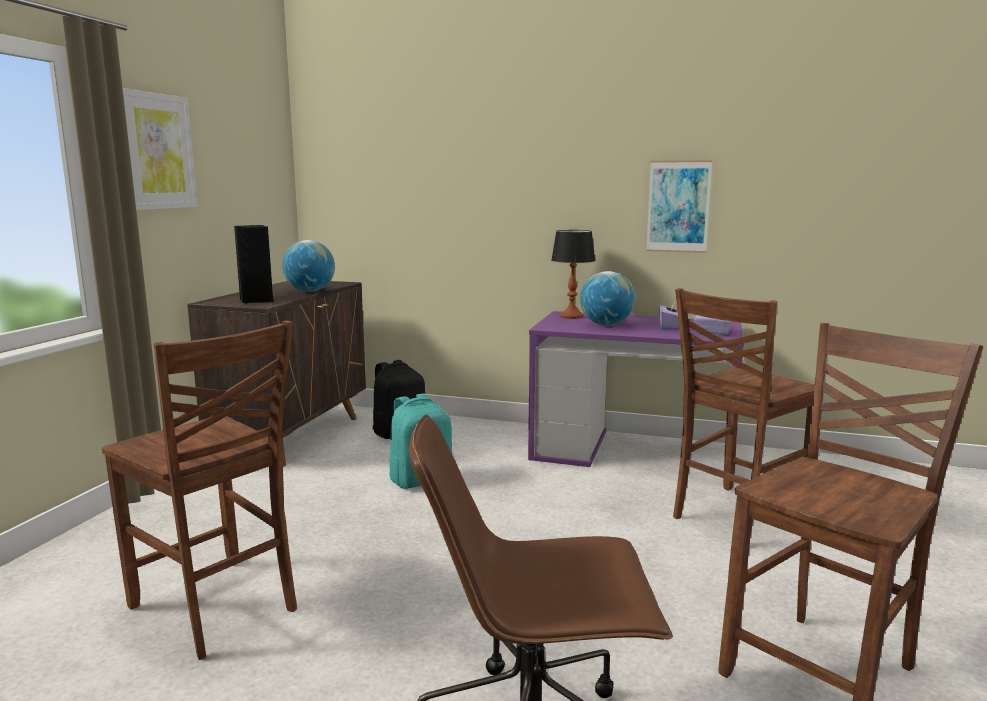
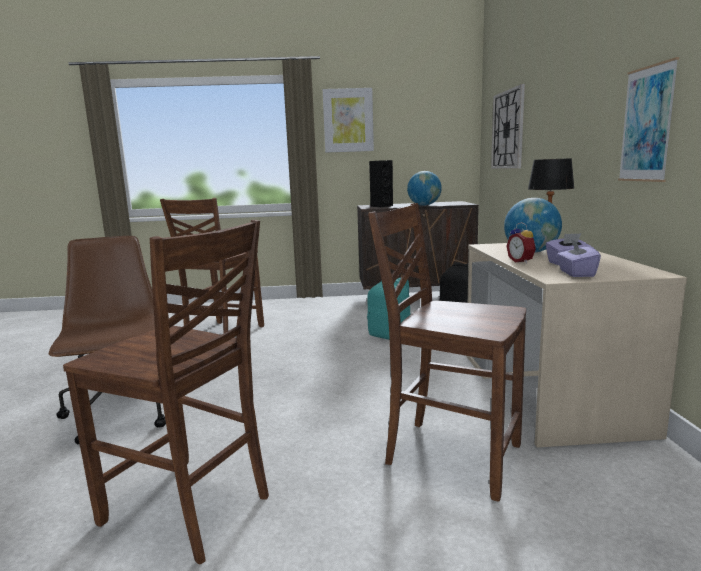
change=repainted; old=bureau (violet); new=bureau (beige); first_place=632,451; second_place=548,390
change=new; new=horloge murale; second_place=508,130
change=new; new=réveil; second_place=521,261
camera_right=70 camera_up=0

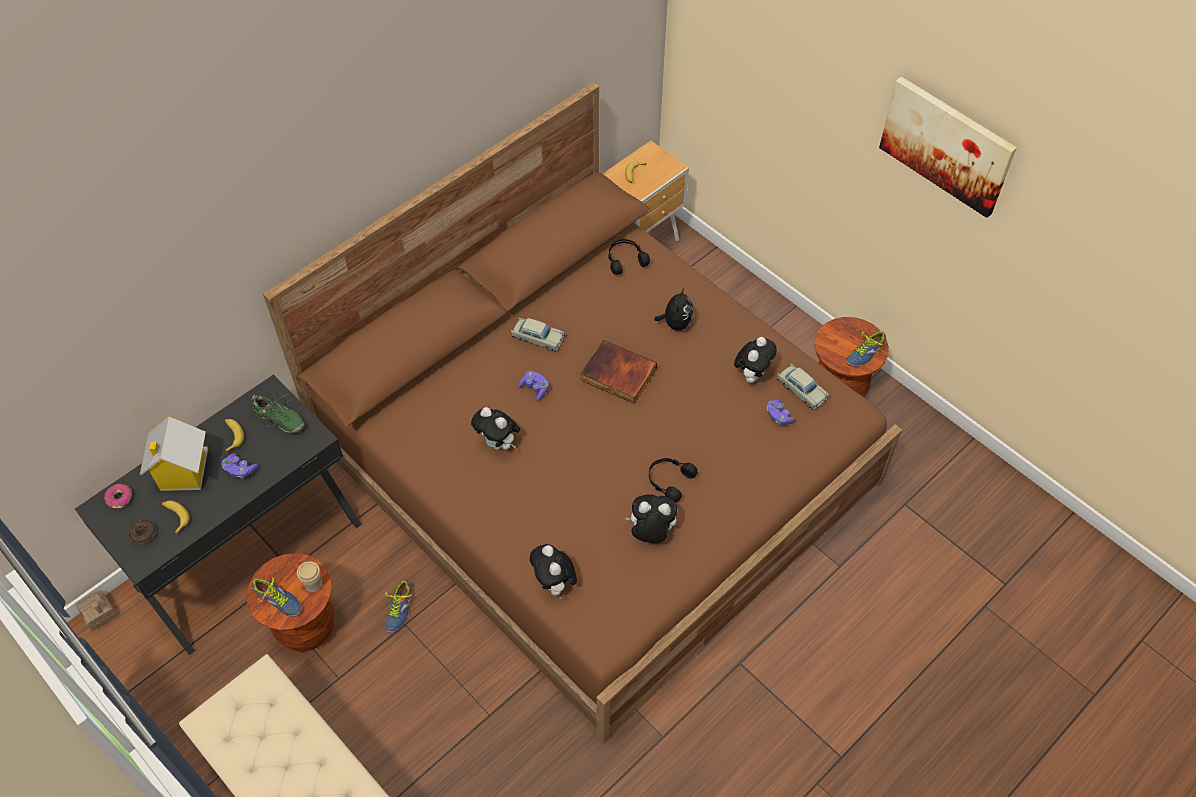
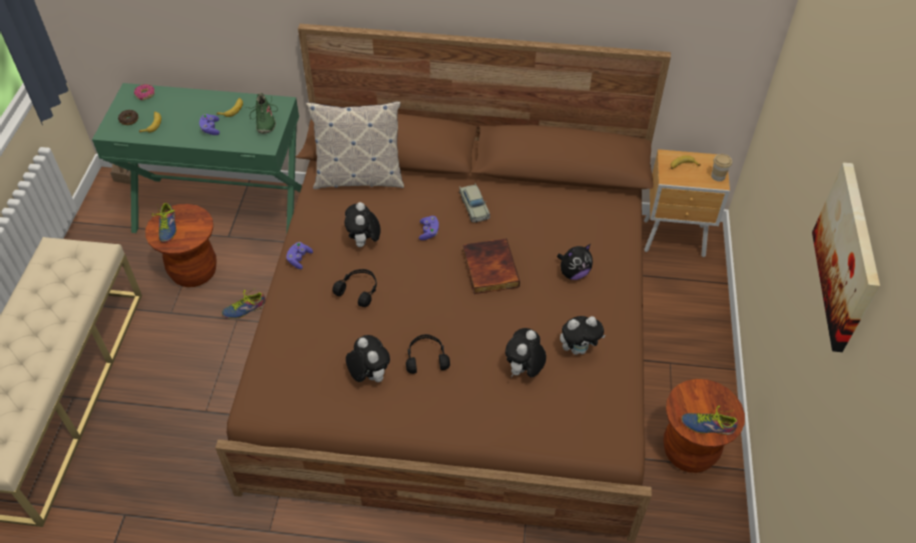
change=repainted; old=bureau (noir); new=bureau (vert); first_place=248,553; second_place=222,210
change=shifted; old=manette (violet); first_place=779,416; second_place=299,259
change=new; new=coussin; second_place=359,178
change=shifted; old=casque audio (noir); first_place=625,260; second_place=359,290
change=shifted; old=peluche; first_place=554,584; second_place=523,370
change=shifted; old=tasse; first_place=313,584; second_place=718,176
change=gone; old=maison miniature; first_place=183,472
change=gone; old=petite voiture (beige); first_place=801,390
camera_right=50 camera_up=-5

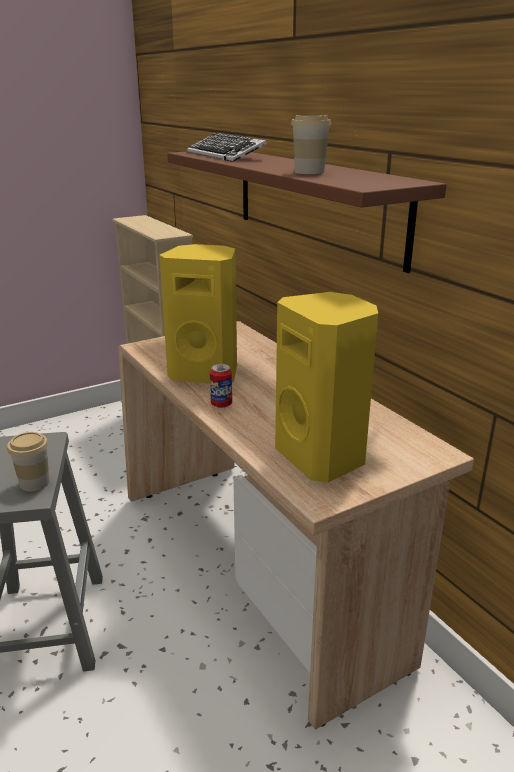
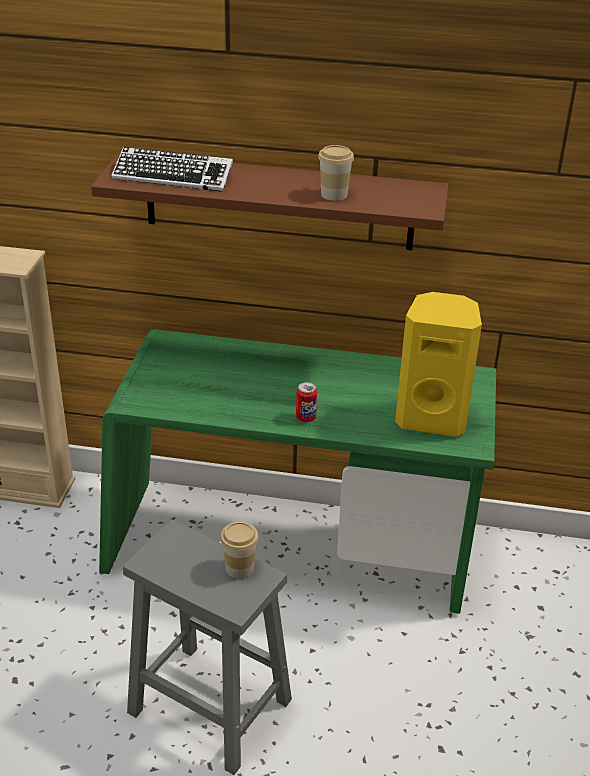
change=repainted; old=bureau (beige); new=bureau (vert); first_place=257,570; second_place=290,552
change=gone; old=enceinte (jaune); first_place=206,373
camera_right=-50 camera_up=10

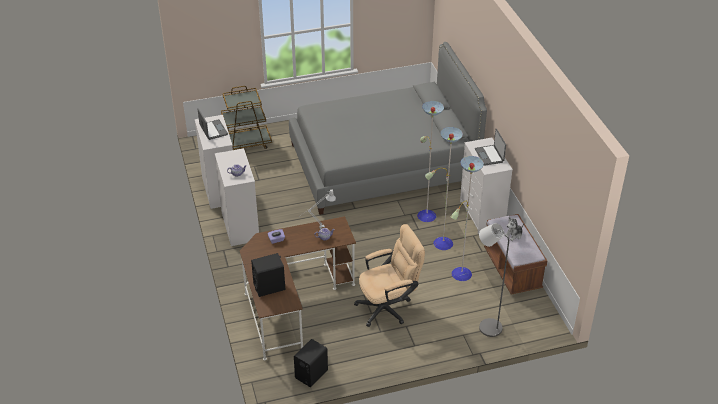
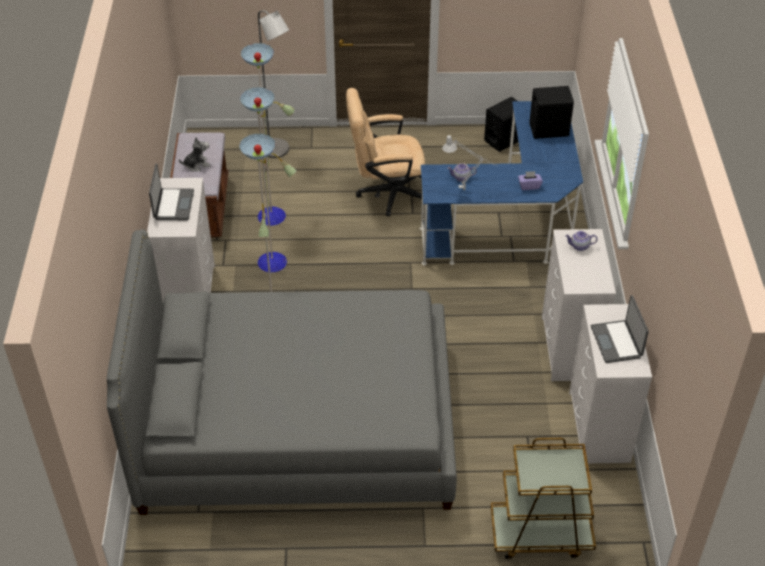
change=repainted; old=bureau (marron); new=bureau (bleu); first_place=291,301; second_place=511,223
camera_right=-165 camera_up=5

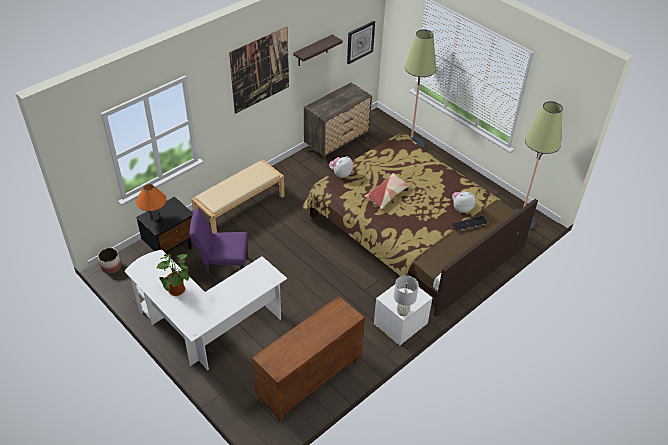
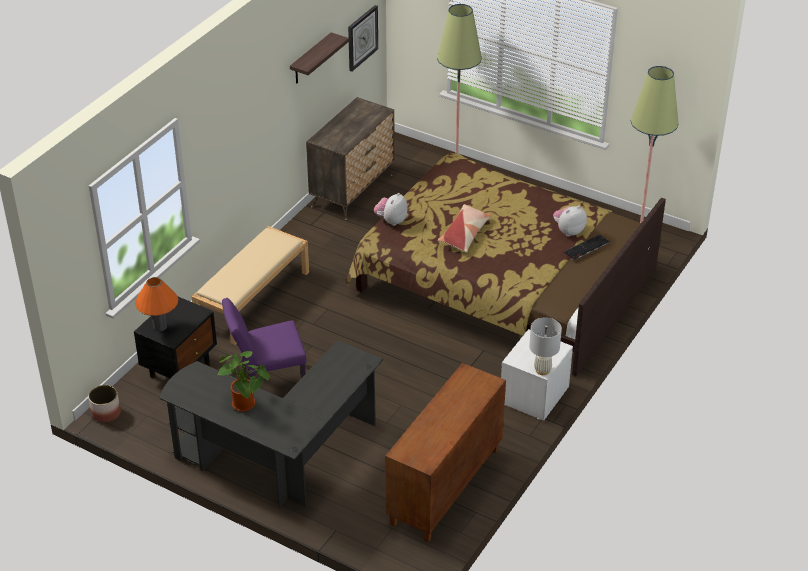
change=repainted; old=bureau (blanc); new=bureau (noir); first_place=205,328; second_place=277,458
change=gone; old=tableau; first_place=260,70
camera_right=-15 camera_up=-5

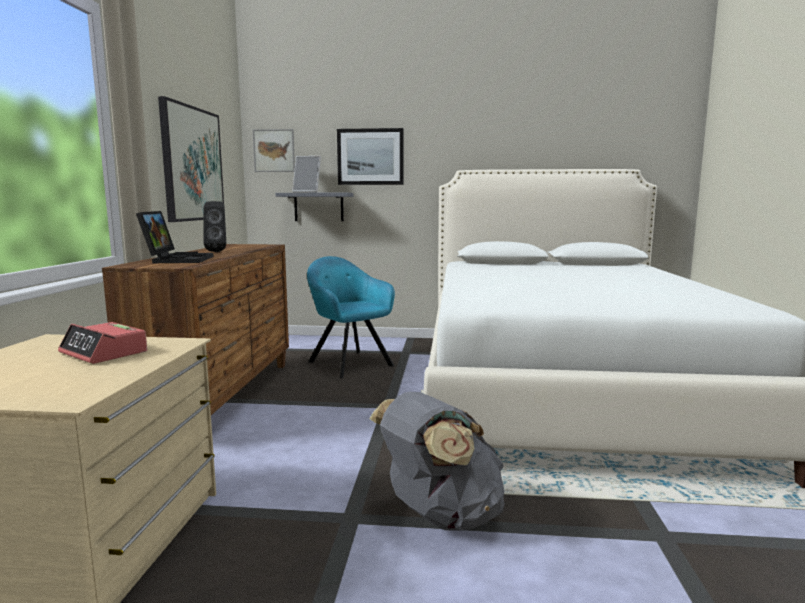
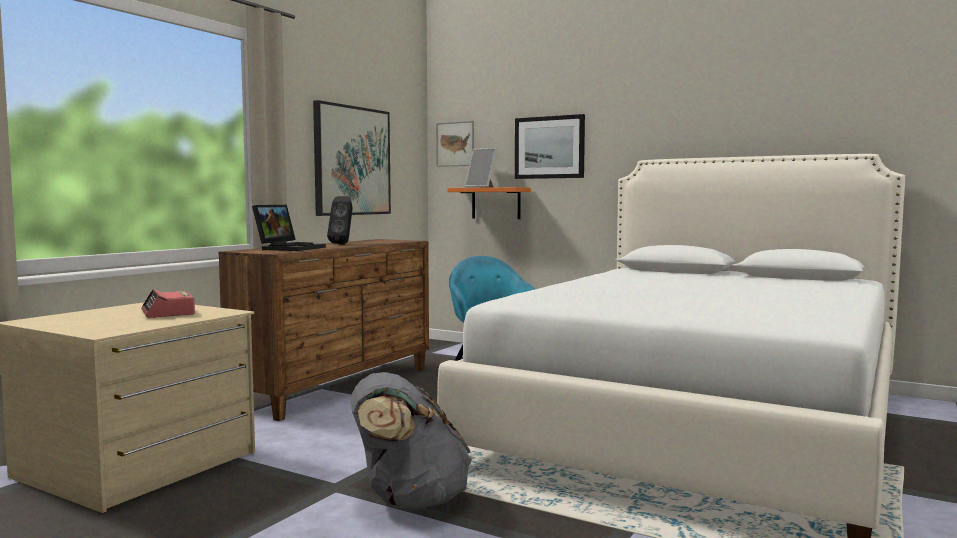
change=repainted; old=étagère (gris); new=étagère (orange); first_place=318,207; second_place=496,203
camera_right=25 camera_up=-5

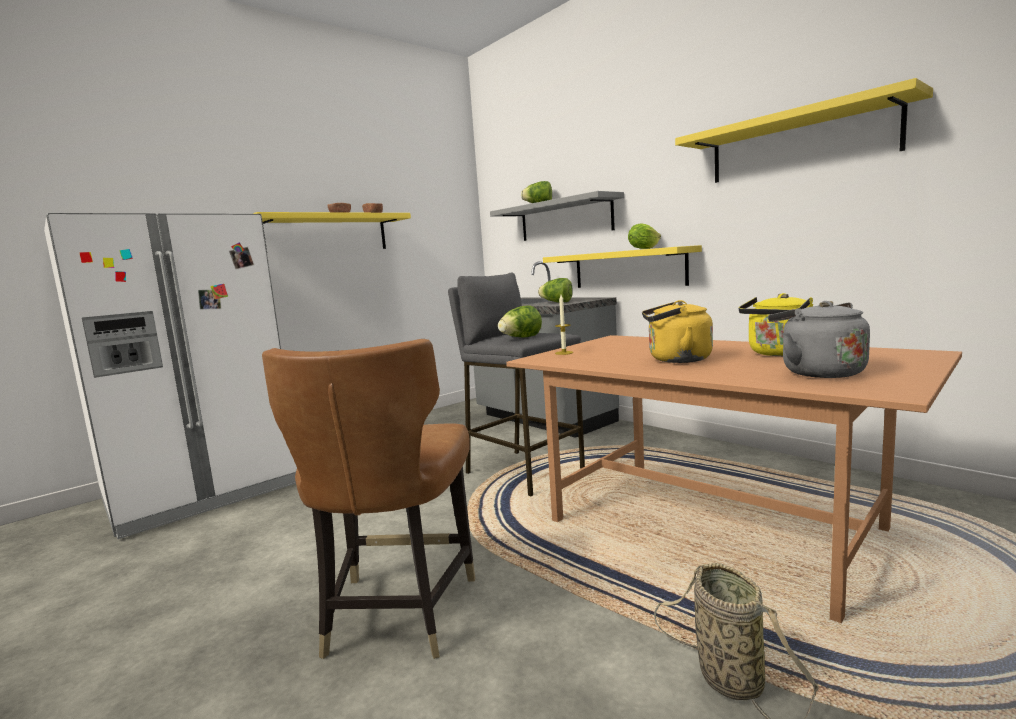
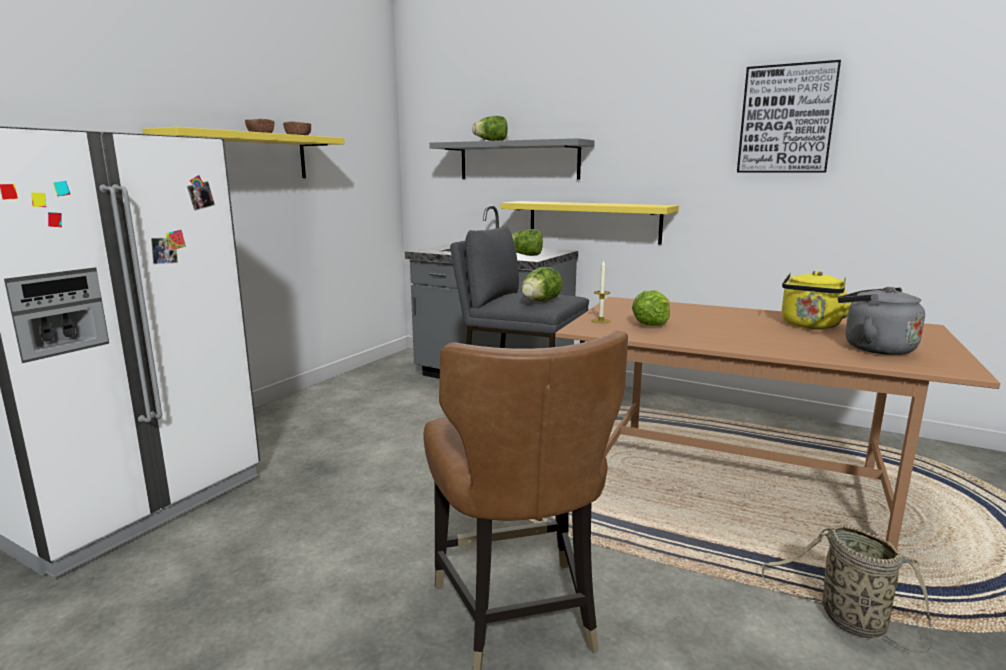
change=shifted; old=laitue; first_place=643,249; second_place=651,324
change=swapped; old=étagère (jaune); new=tableau; first_place=799,144; second_place=786,119
change=gone; old=bouilloire (jaune); first_place=675,360
camera_right=-20 camera_up=5

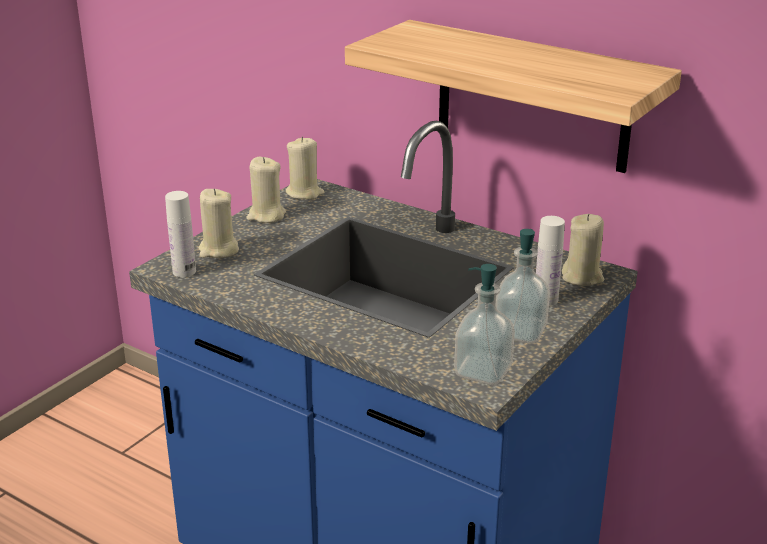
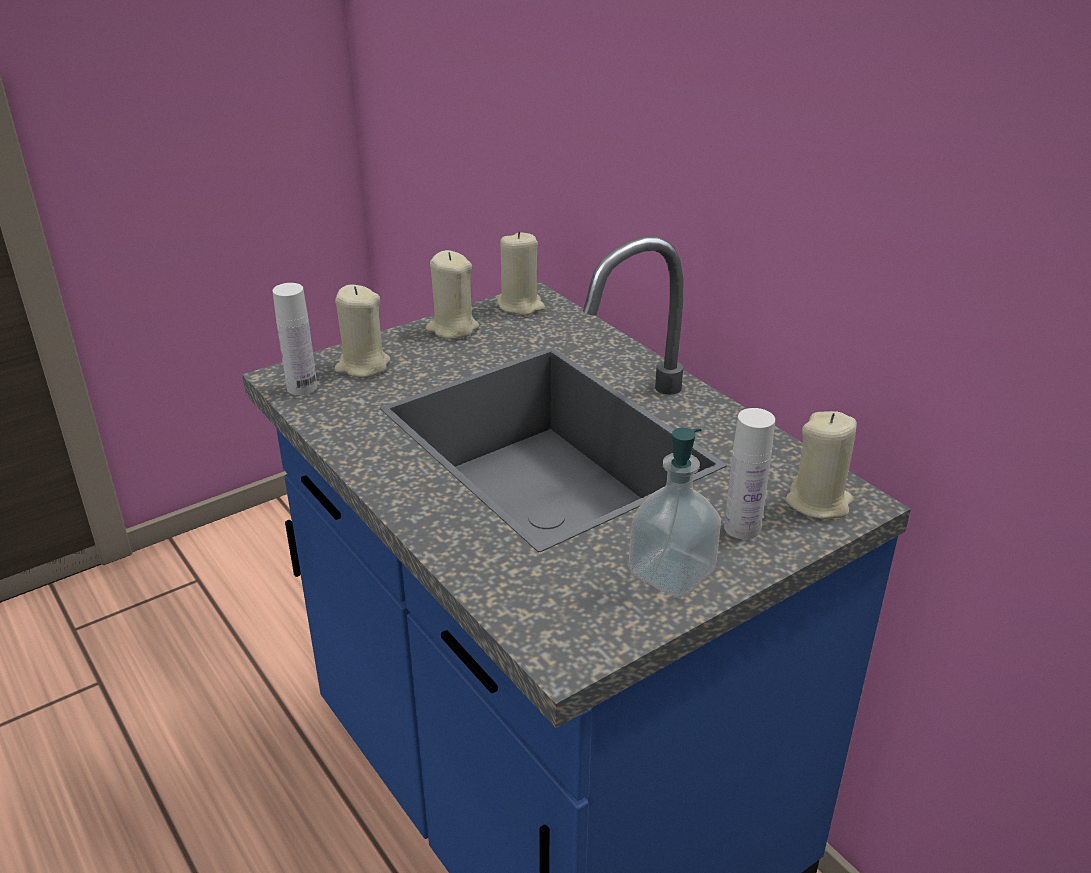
change=gone; old=étagère; first_place=532,96
change=gone; old=distributeur de savon; first_place=483,372
camera_right=20 camera_up=5

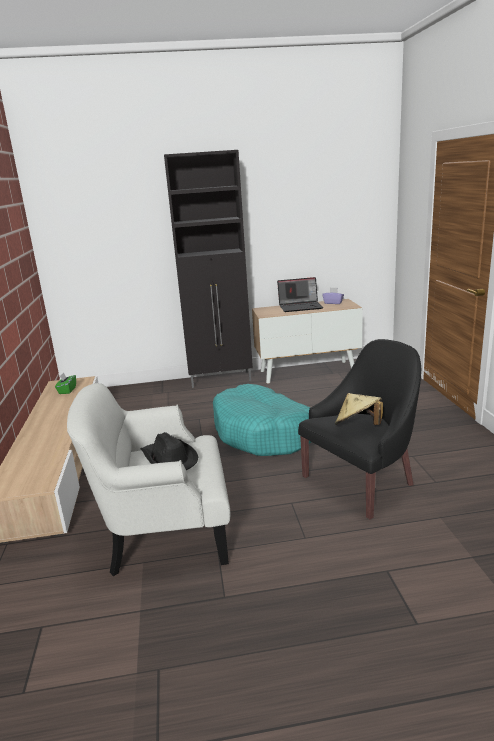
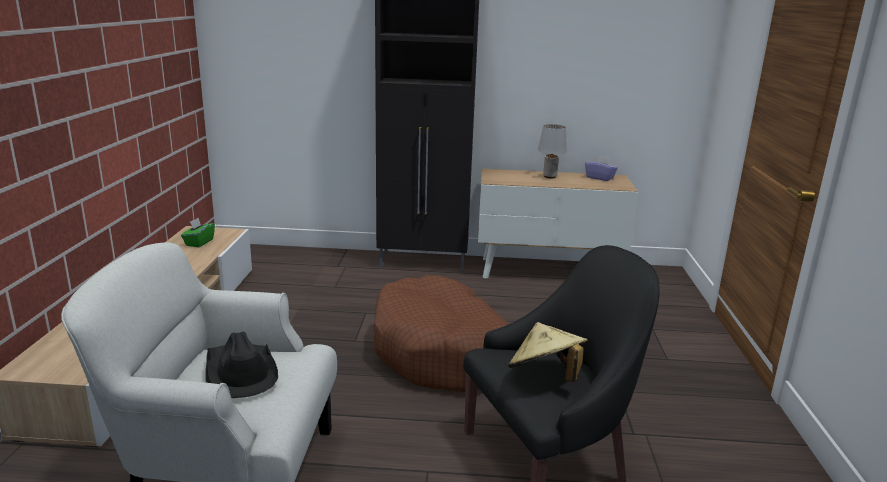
change=repainted; old=panier pour chien (turquoise); new=panier pour chien (marron); first_place=264,433; second_place=443,352
change=swapped; old=ordinateur portable; new=lampe de table (gris); first_place=301,307; second_place=550,177
camera_right=10 camera_up=0

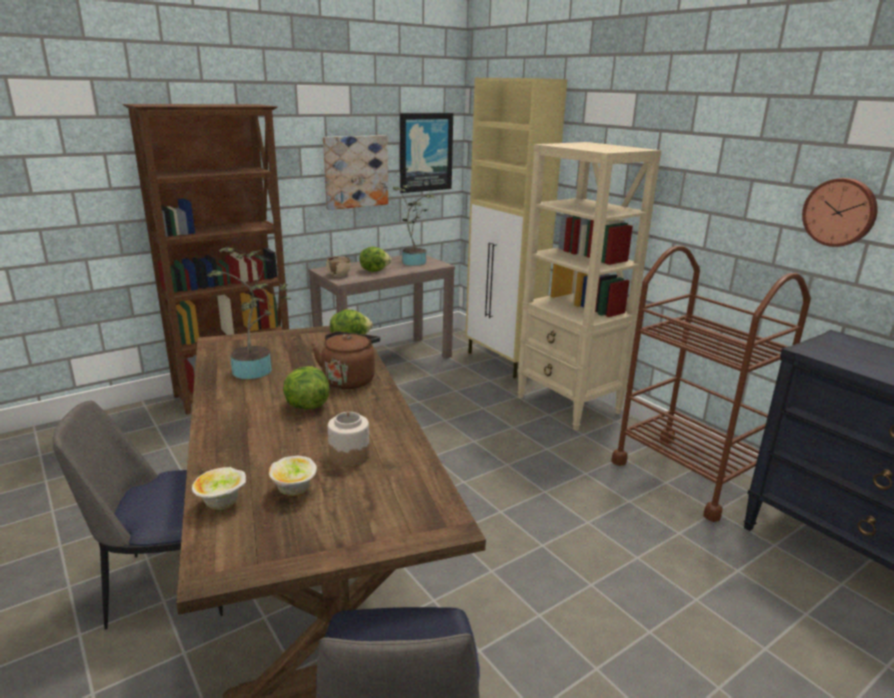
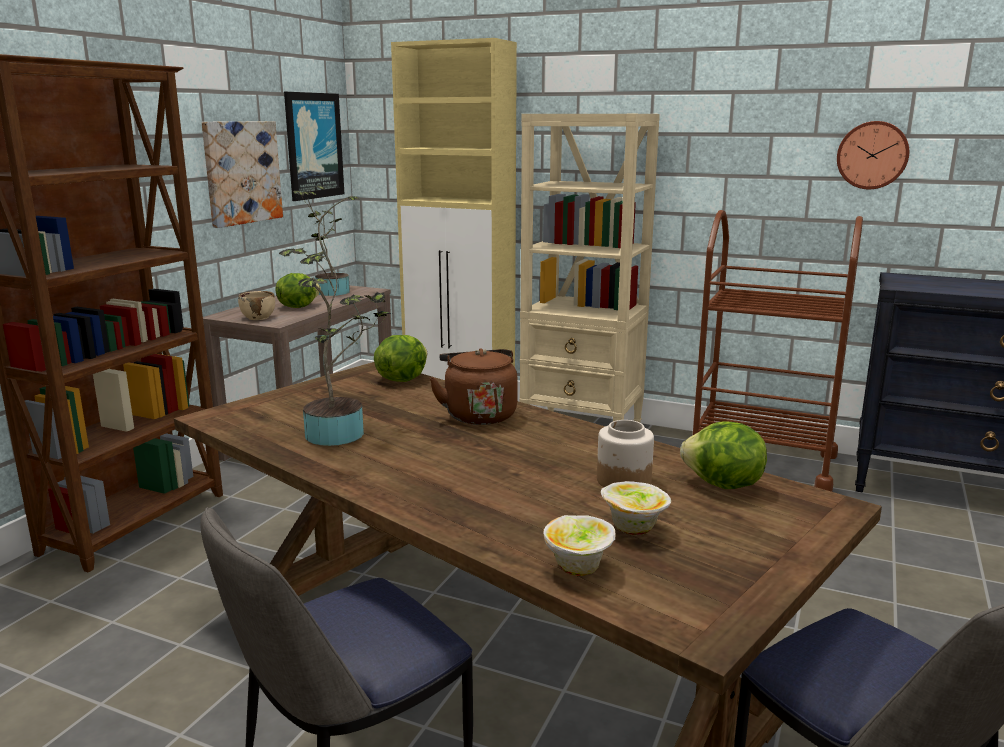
change=shifted; old=laitue; first_place=306,406; second_place=723,485
camera_right=-30 camera_up=-5

